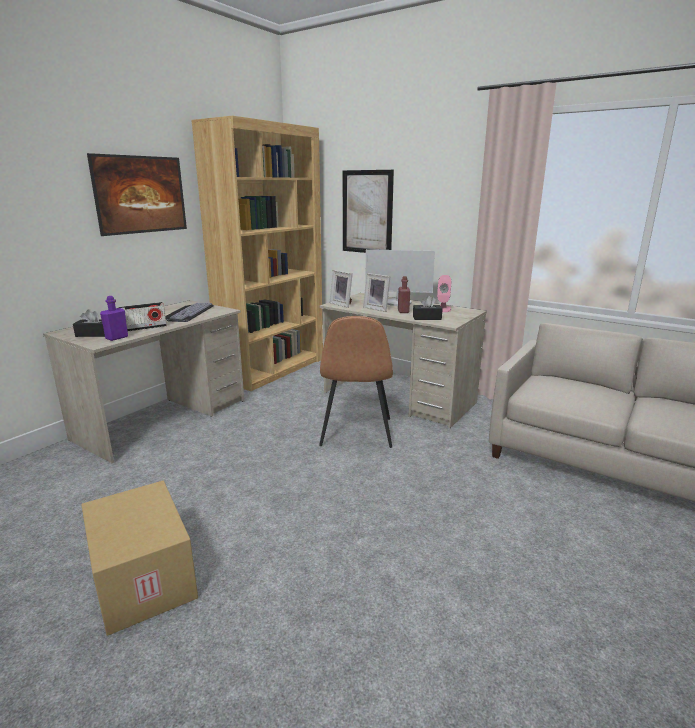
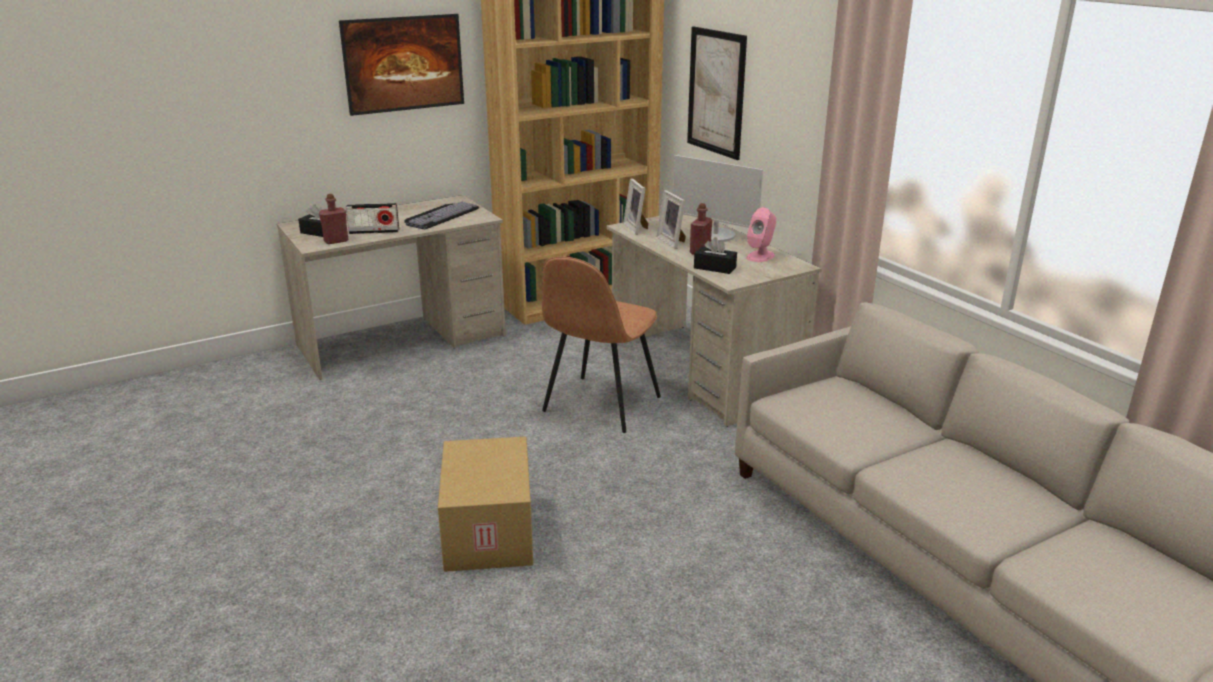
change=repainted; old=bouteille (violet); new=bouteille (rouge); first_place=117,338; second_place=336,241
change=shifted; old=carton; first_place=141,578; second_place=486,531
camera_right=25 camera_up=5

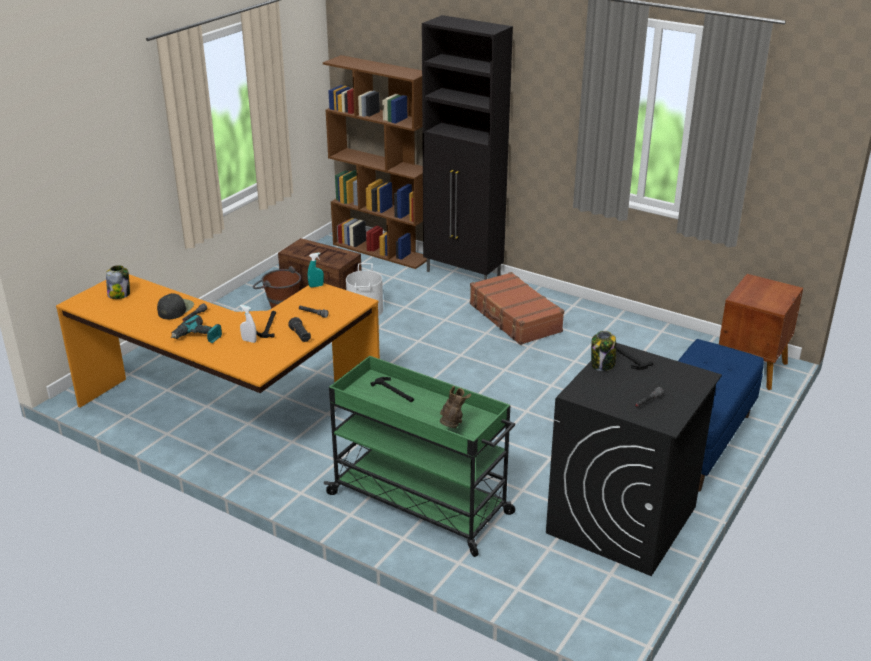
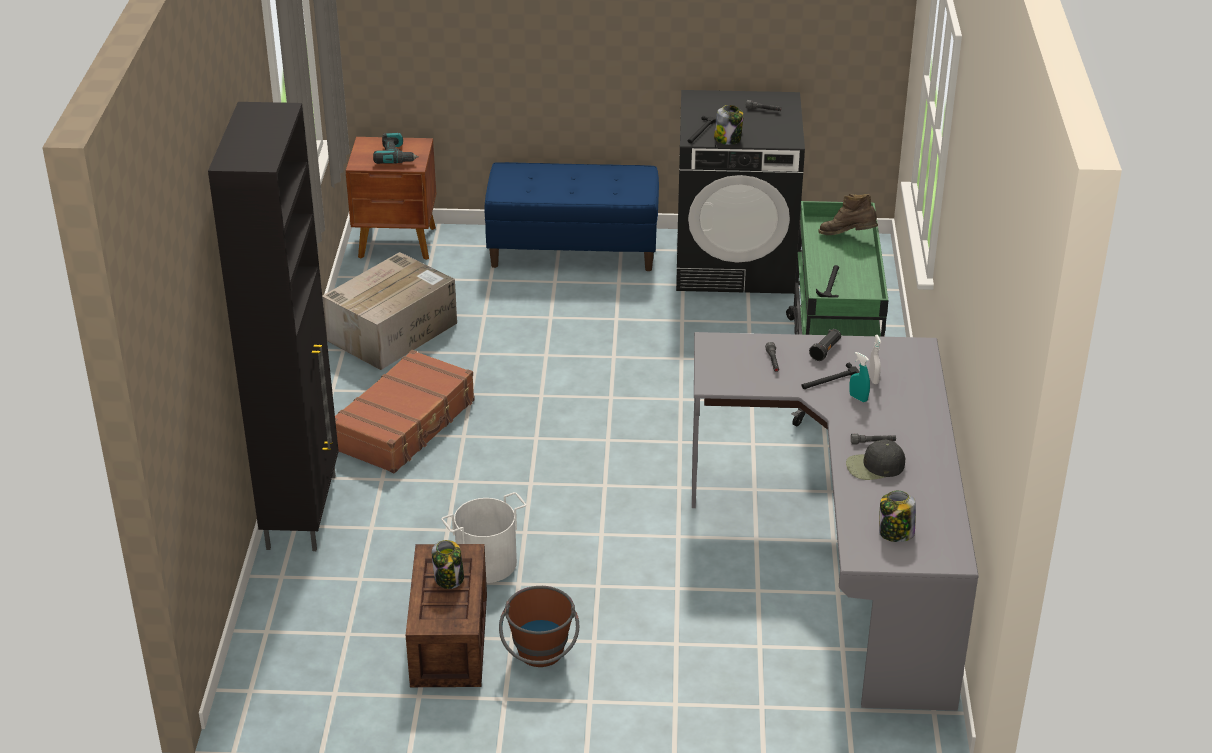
change=new; new=carton; second_place=393,331
change=shifted; old=perceuse; first_place=198,337; second_place=396,156
change=new; new=bocal; second_place=449,578
change=repainted; old=bureau (orange); new=bureau (gris); first_place=230,421; second_place=844,557
change=rotated; old=botte (marron); first_place=452,426; second_place=847,237; degrees=45
change=shifted; old=vaporisateur (turquoise); first_place=316,286; second_place=858,398
change=gone; old=bibliothèque (marron); first_place=382,251
camera_right=-120 camera_up=5

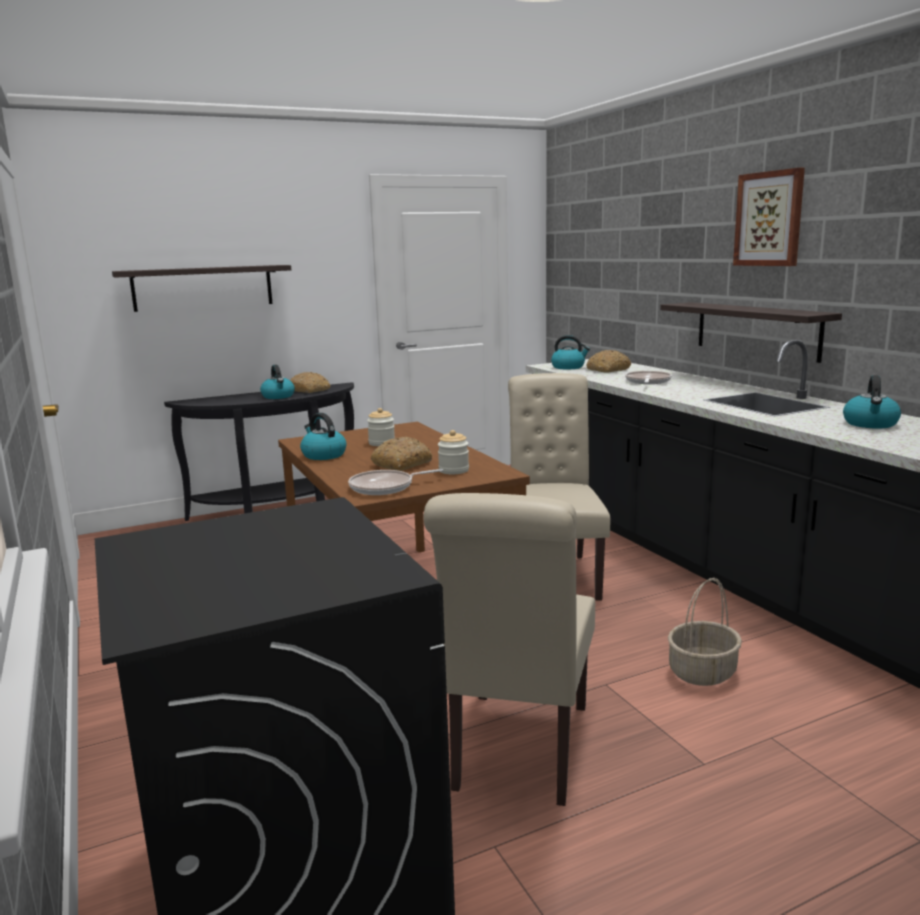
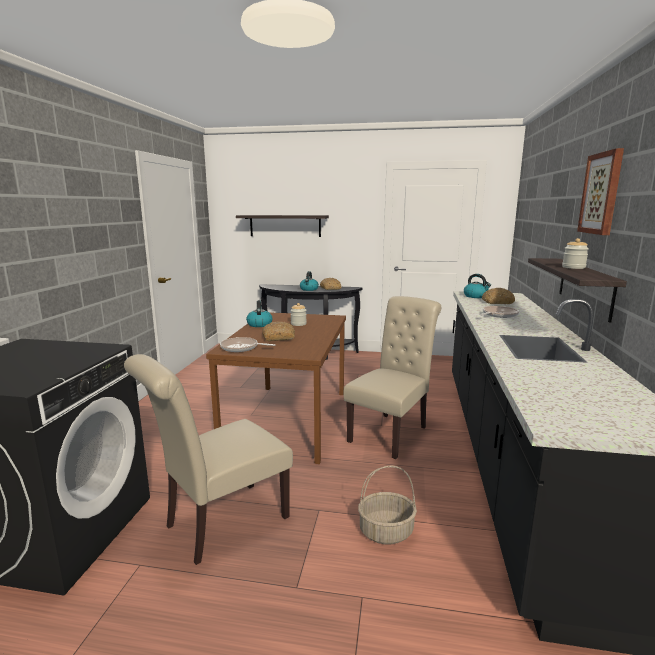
change=shifted; old=bocal; first_place=453,470; second_place=573,267
change=gone; old=bouilloire; first_place=870,424
camera_right=35 camera_up=0

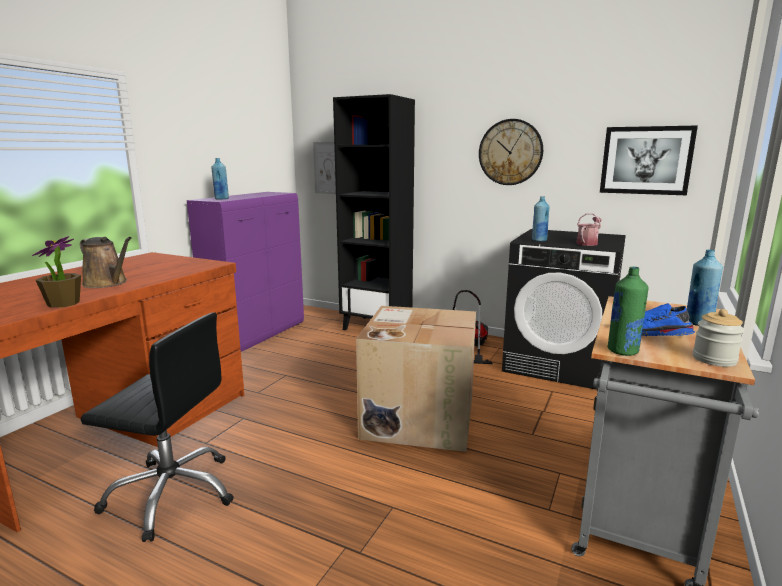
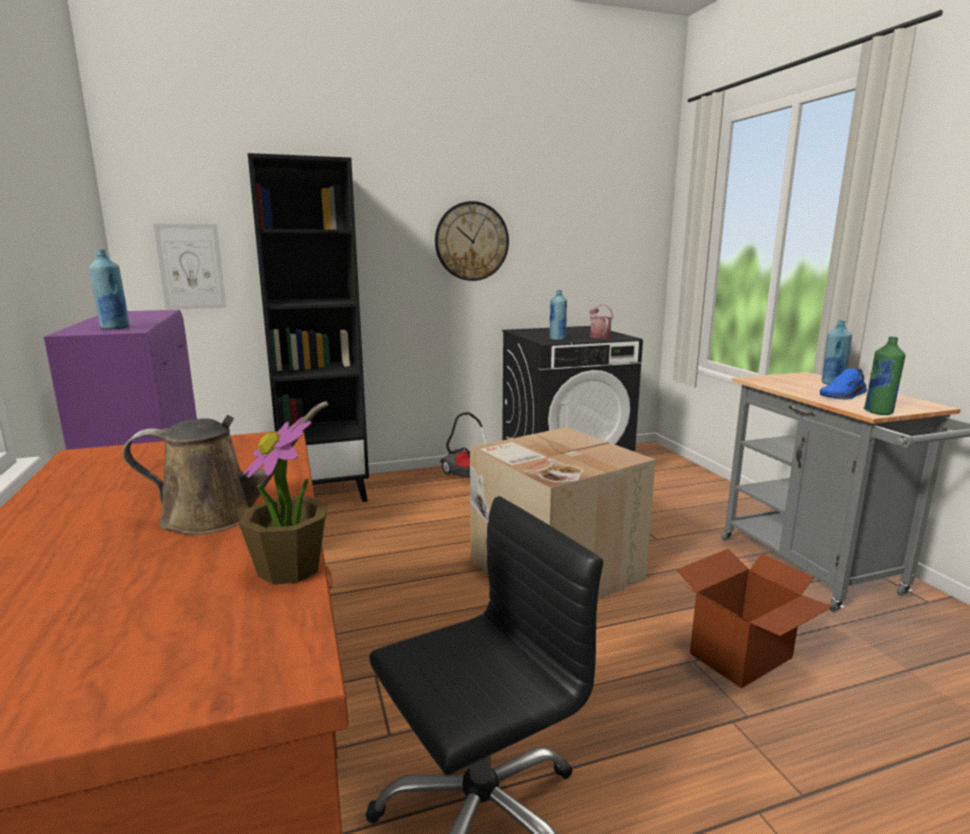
change=new; new=carton; second_place=742,656
change=gone; old=tableau; first_place=646,160
change=gone; old=bocal; first_place=714,359
camera_right=-45 camera_up=0

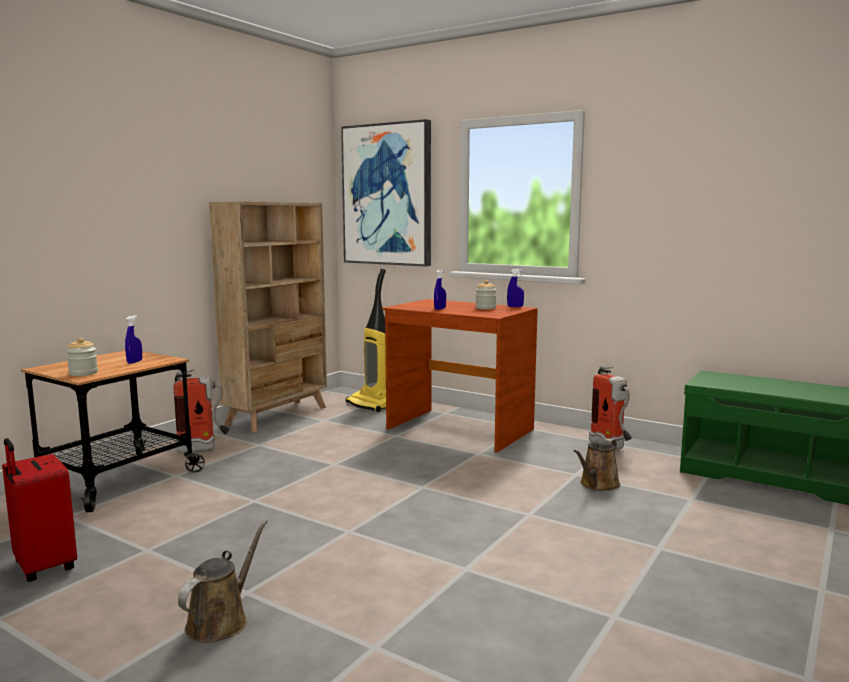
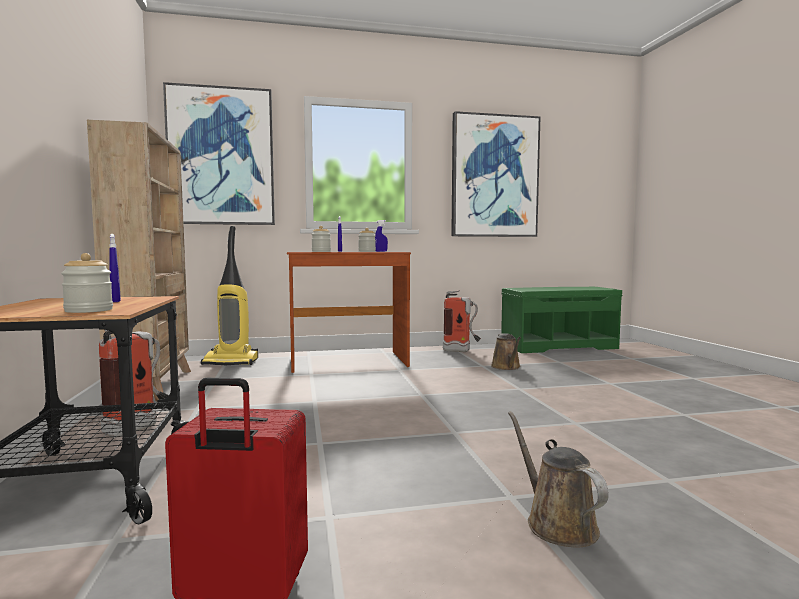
change=new; new=bocal; second_place=321,251
change=new; new=tableau; second_place=494,176
camera_right=-45 camera_up=-5

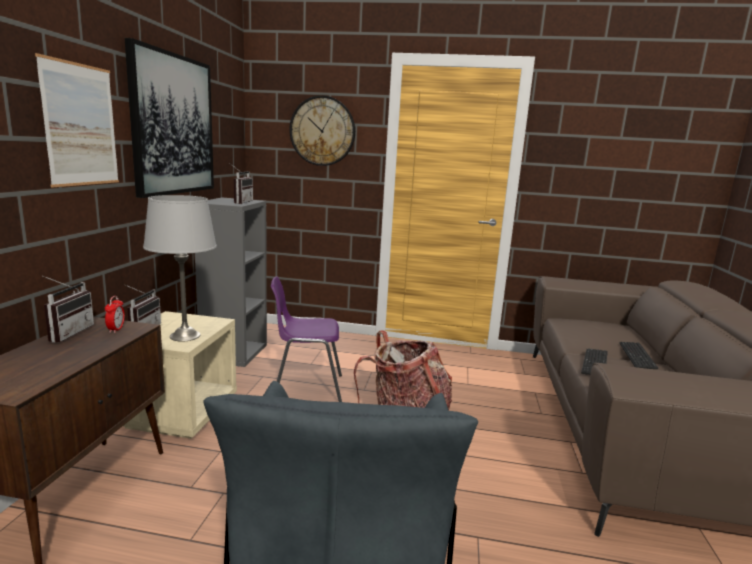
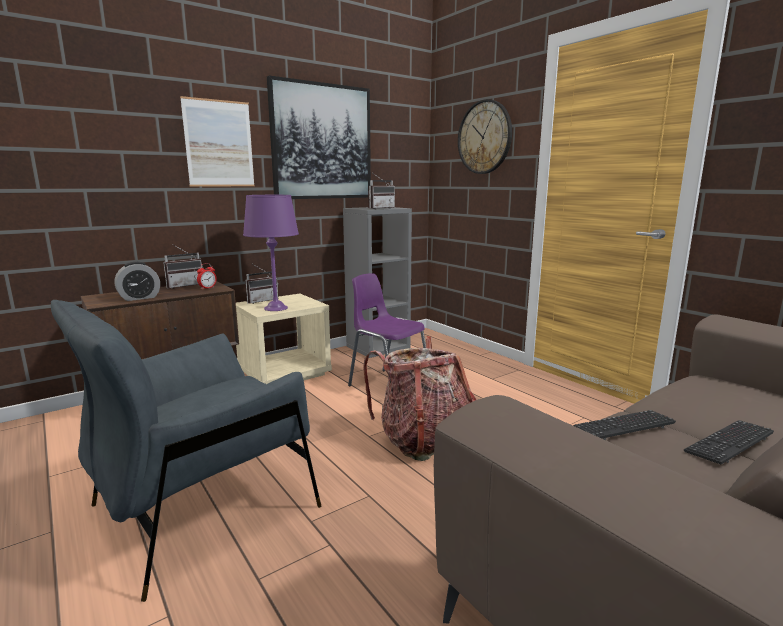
change=new; new=réveil; second_place=139,298
change=repainted; old=lampe de table (gris); new=lampe de table (violet); first_place=184,336; second_place=276,308
camera_right=45 camera_up=0

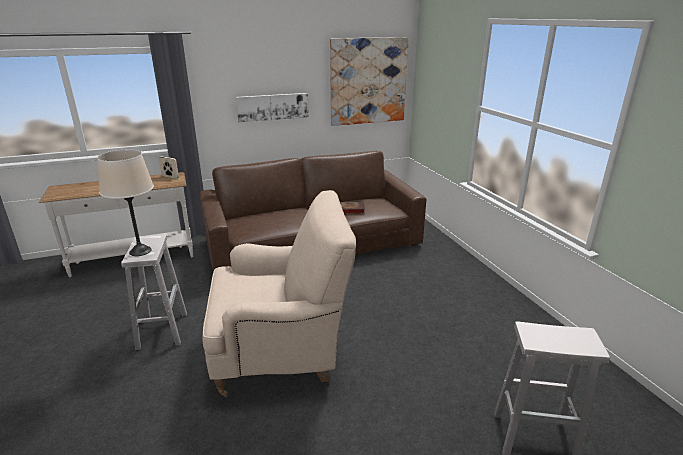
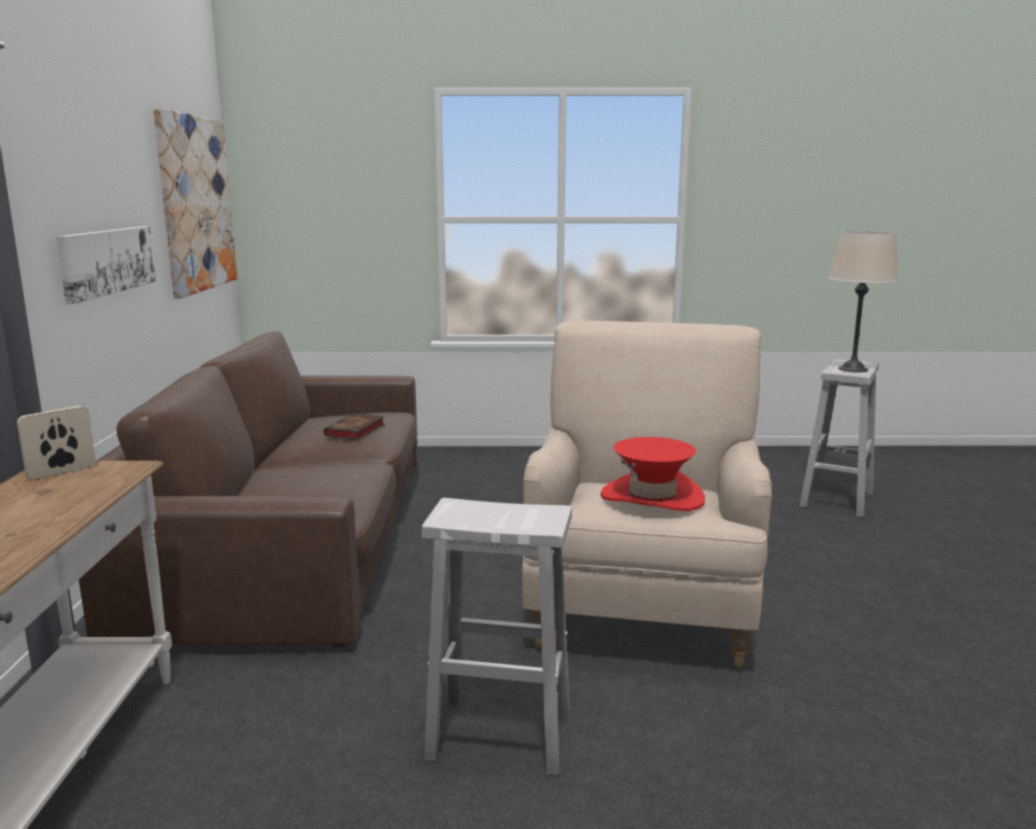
change=new; new=chapeau (rouge); second_place=652,497
change=shifted; old=lampe de table (beige); first_place=140,251; second_place=853,369
camera_right=-70 camera_up=-10

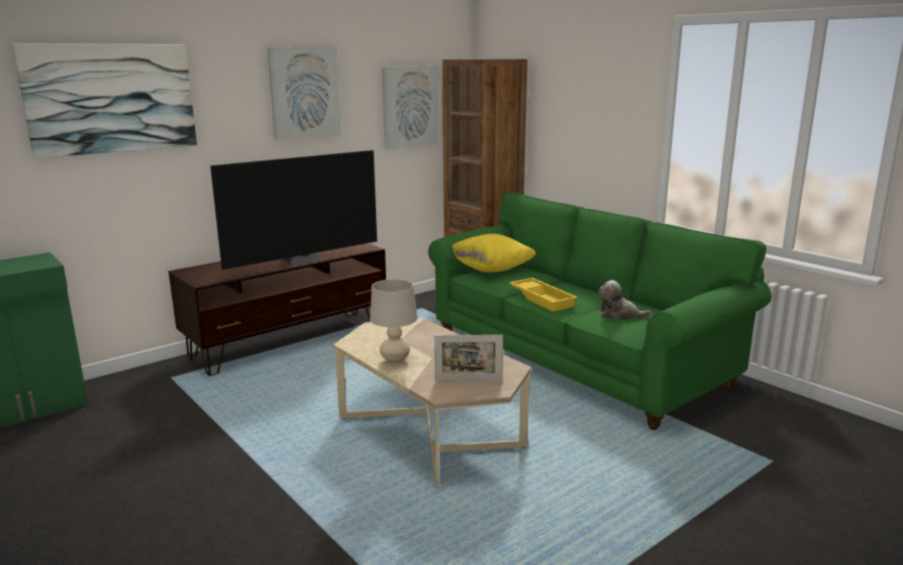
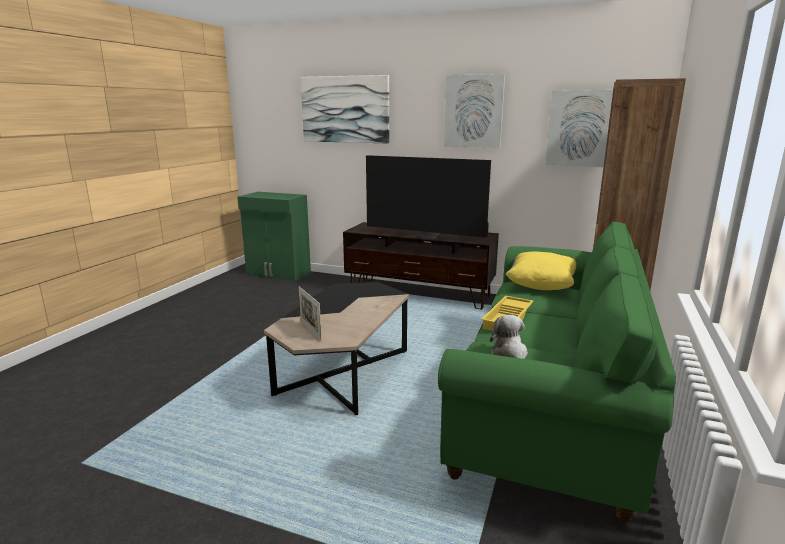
change=repainted; old=table basse (beige); new=table basse (noir); first_place=430,433; second_place=345,372
change=gone; old=lampe de table (beige); first_place=395,360
camera_right=60 camera_up=0

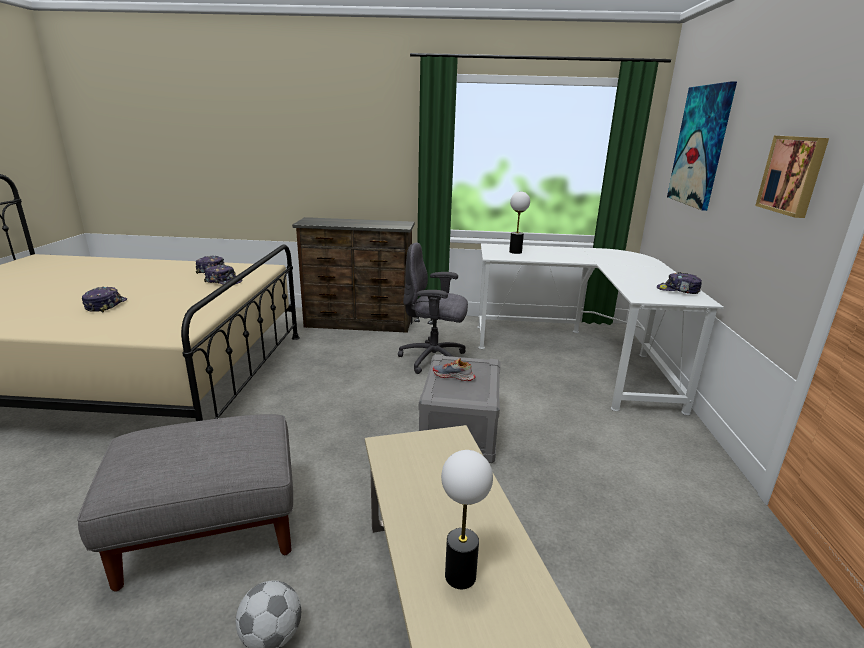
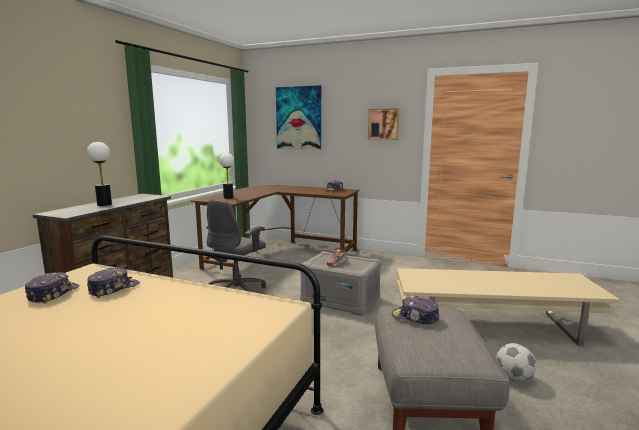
change=shifted; old=lampe de table; first_place=460,576; second_place=104,204
change=repainted; old=bureau (blanc); new=bureau (marron); first_place=581,355; second_place=278,253
change=shifted; old=casquette; first_place=105,305; second_place=415,317
camera_right=-70 camera_up=-10

